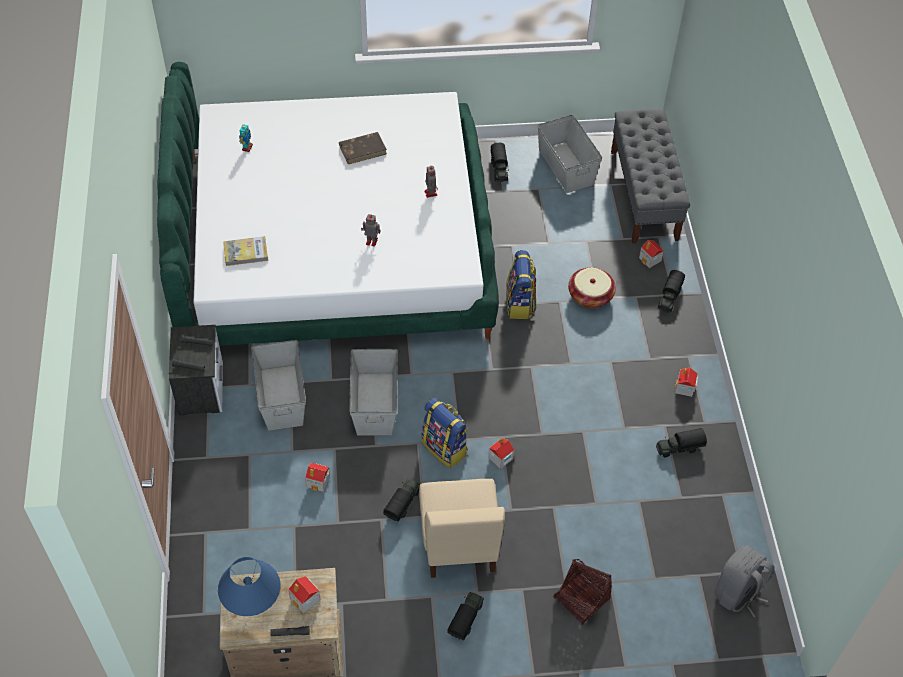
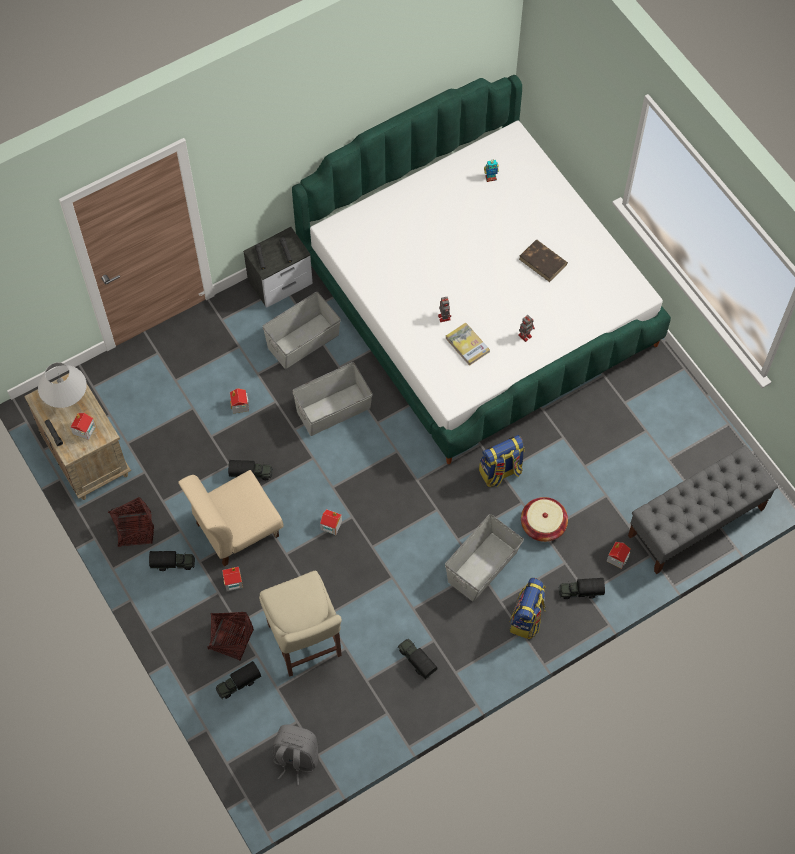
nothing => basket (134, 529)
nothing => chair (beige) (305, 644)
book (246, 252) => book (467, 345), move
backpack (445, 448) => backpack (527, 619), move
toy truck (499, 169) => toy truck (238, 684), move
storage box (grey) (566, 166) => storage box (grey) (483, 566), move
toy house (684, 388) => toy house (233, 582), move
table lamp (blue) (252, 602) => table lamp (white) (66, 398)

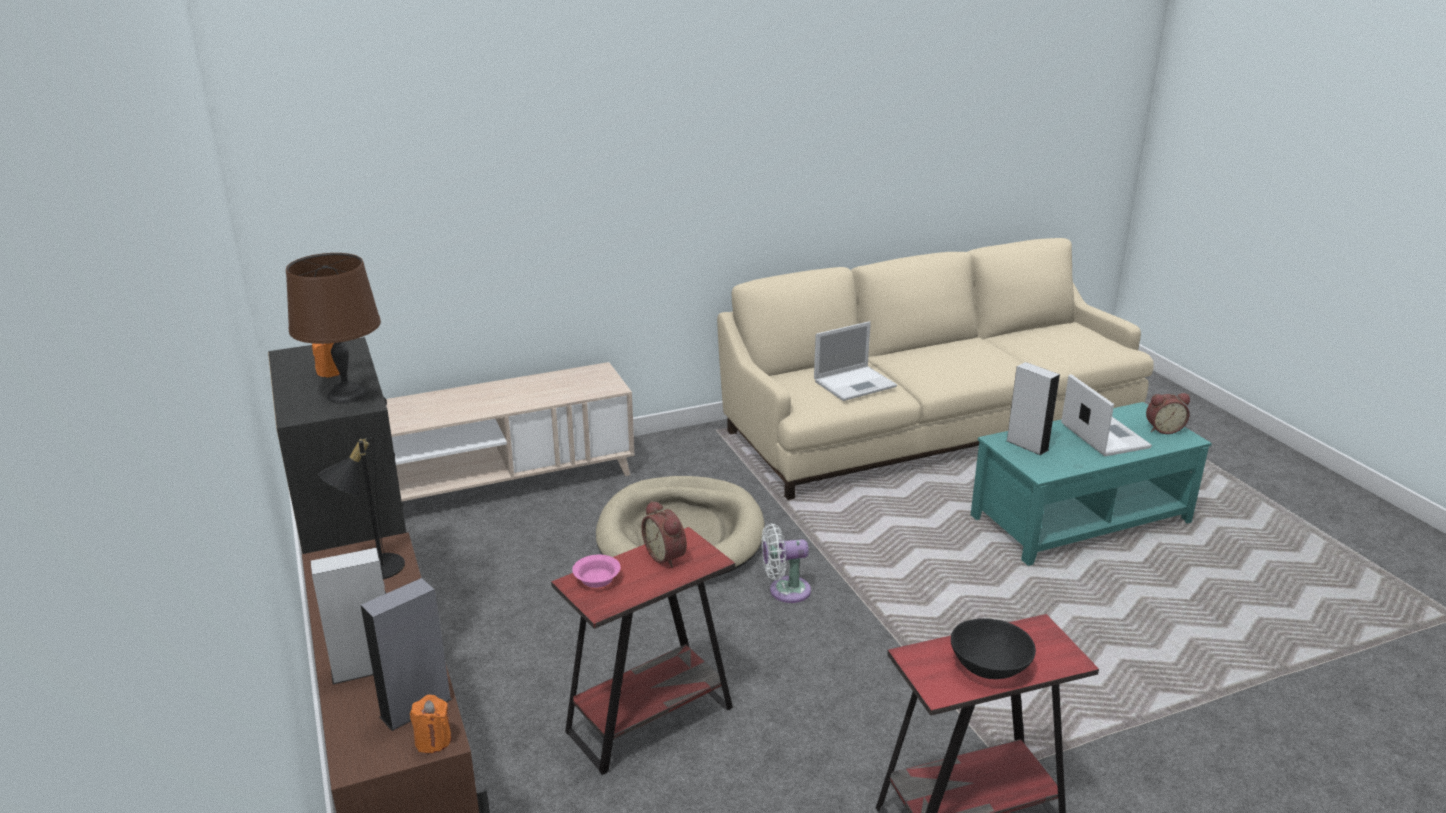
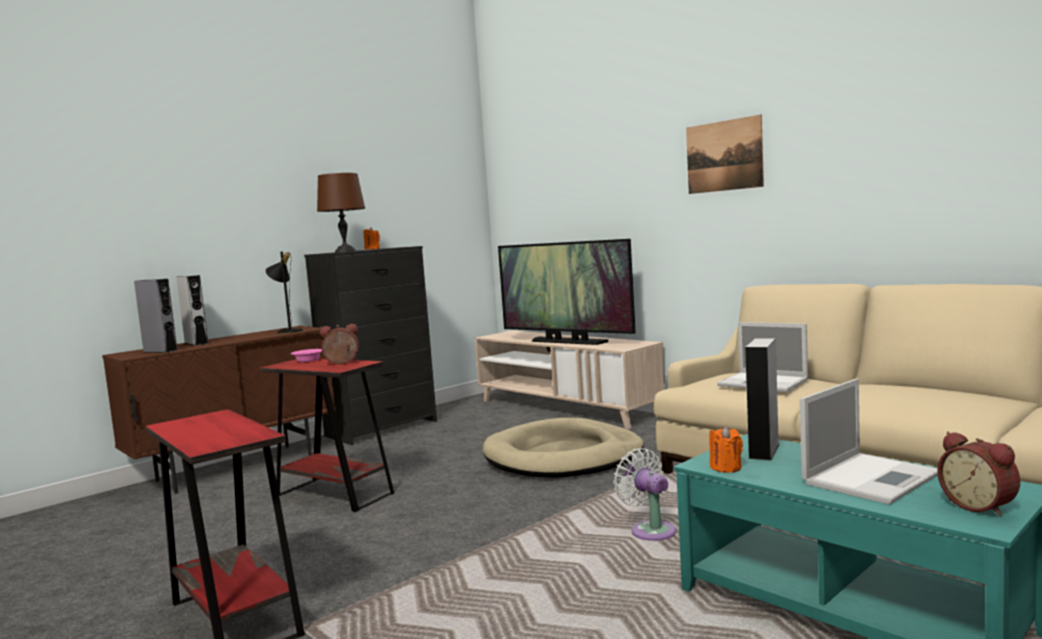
bowl (black) (989, 667) => nothing
nothing => television (567, 341)
nothing => picture (724, 156)
candle (orange) (433, 740) => candle (orange) (726, 468), move
fan (white) (785, 590) => fan (white) (650, 530), move
alarm clock (667, 555) => alarm clock (342, 363), 45 degrees clockwise

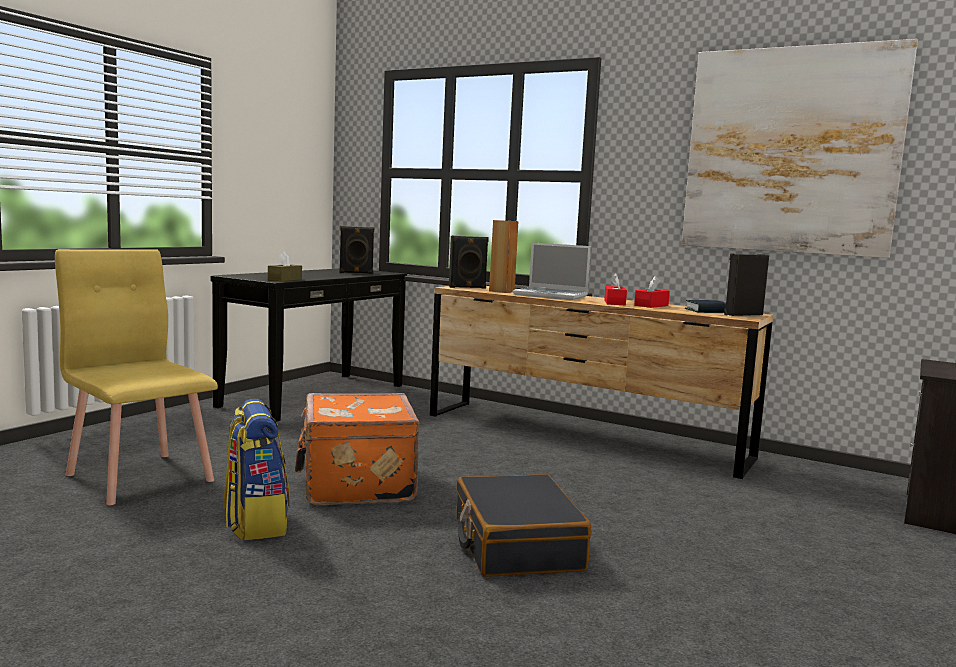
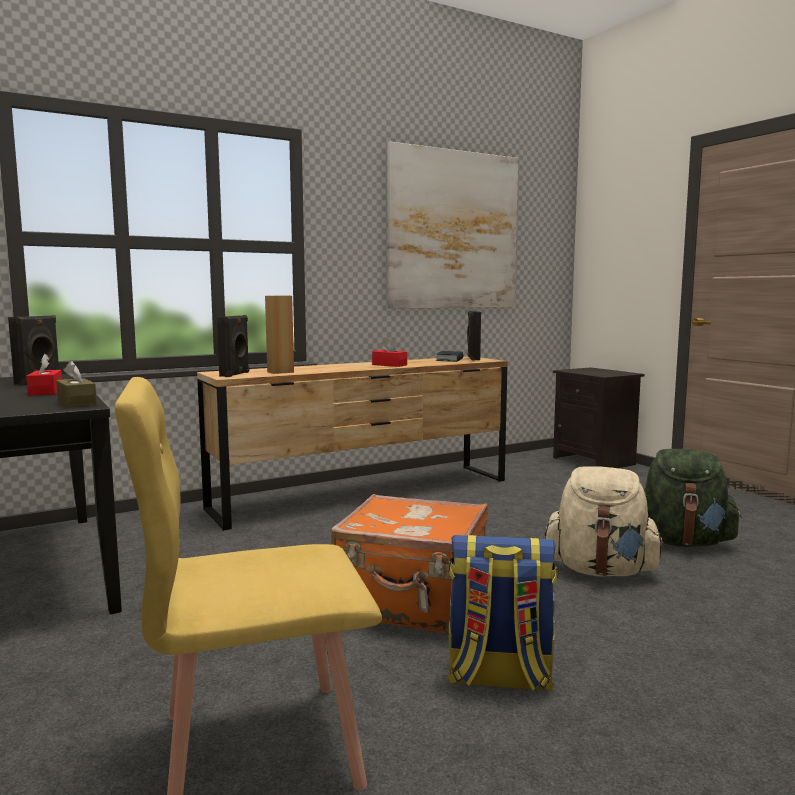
laptop (551, 295) => nothing
nothing => backpack (green) (682, 542)
tissue box (red) (651, 305) => tissue box (red) (45, 391), move
suitcase (black) (516, 544) => backpack (beige) (600, 570)

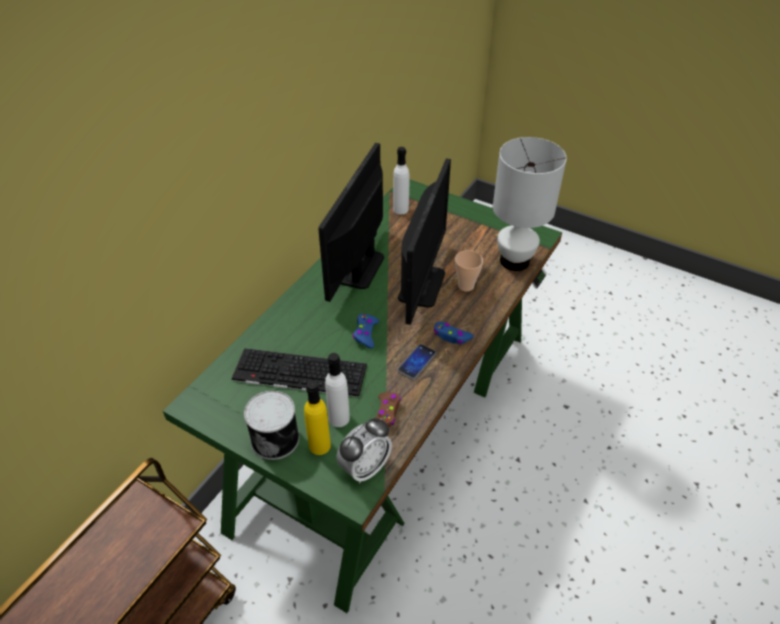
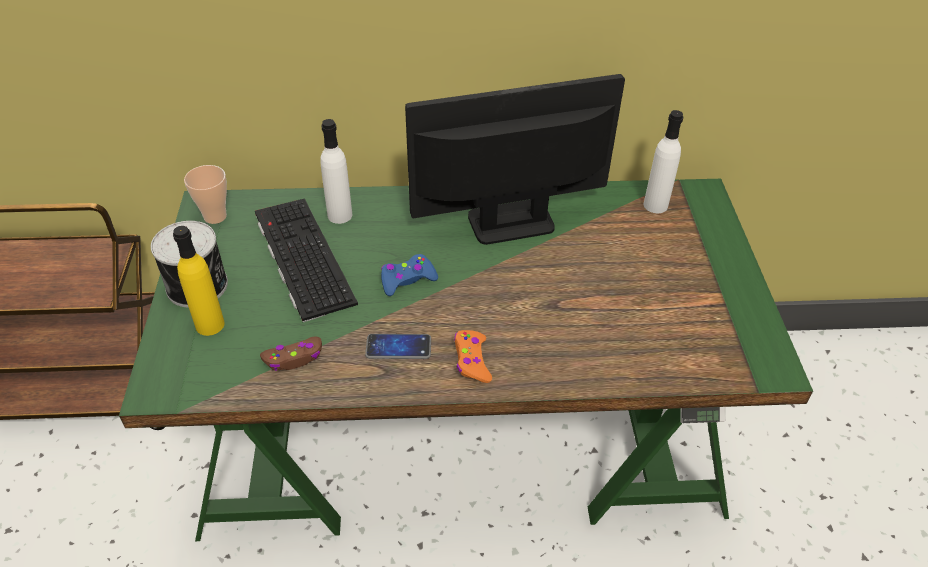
alarm clock (365, 468) => nothing
monitor (421, 285) => nothing
table lamp (white) (514, 261) => nothing
bottle (white) (339, 418) => bottle (white) (340, 215), move
cup (466, 286) => cup (215, 216), move
game controller (blue) (451, 336) => game controller (orange) (472, 361)

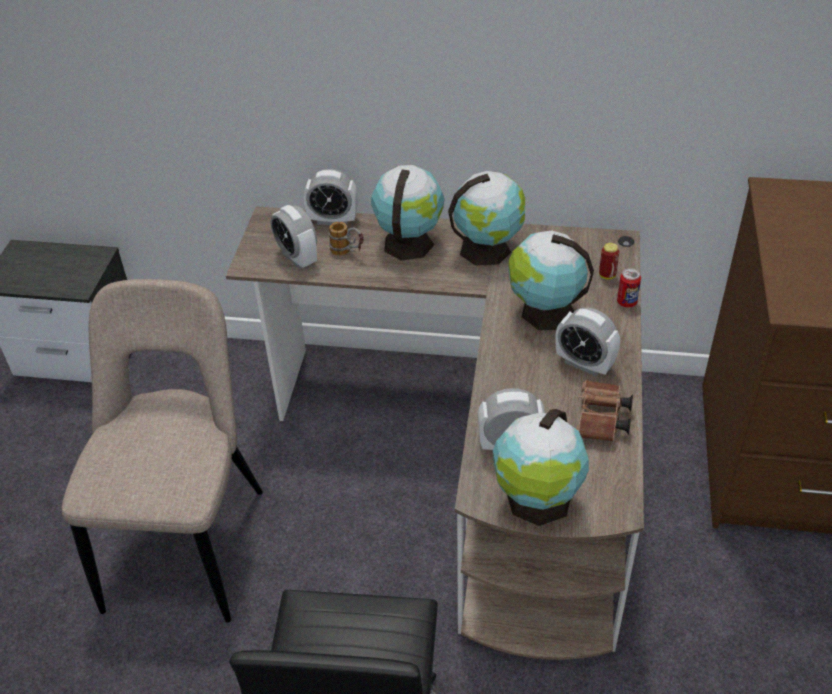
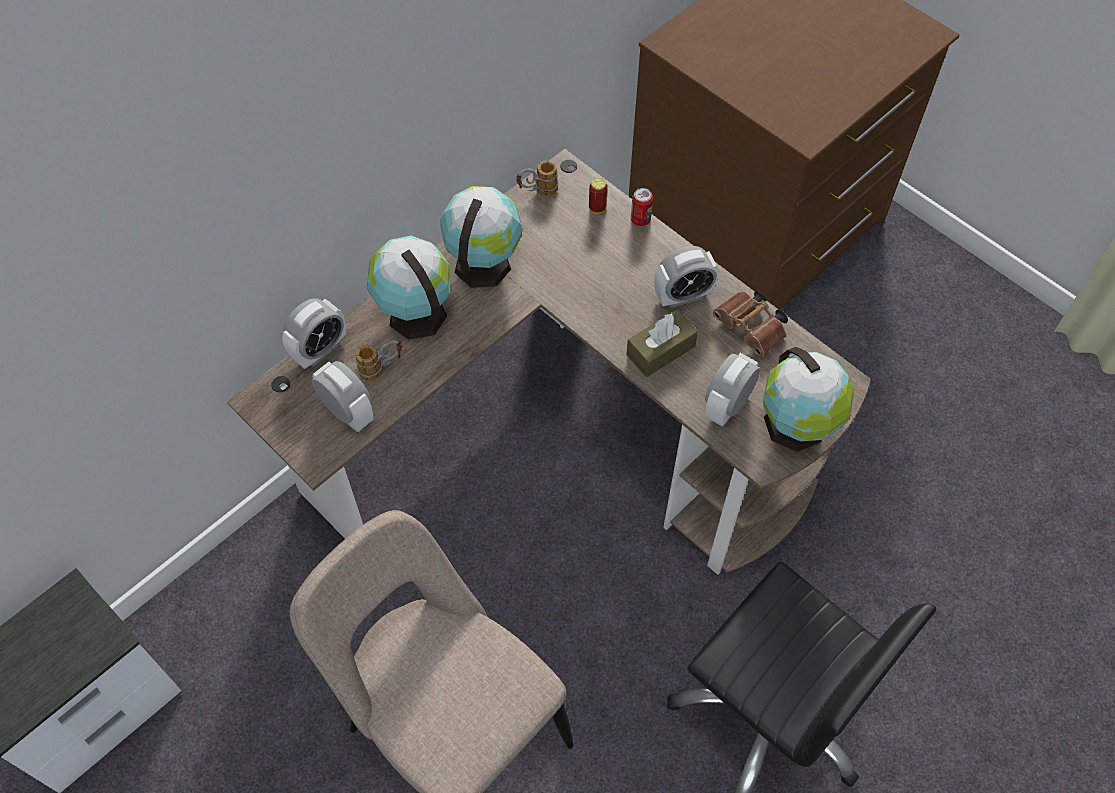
globe (545, 312) => nothing
nothing => mug (537, 191)
nothing => tissue box (brown) (660, 350)
alarm clock (297, 258) => alarm clock (347, 413), 135 degrees counterclockwise

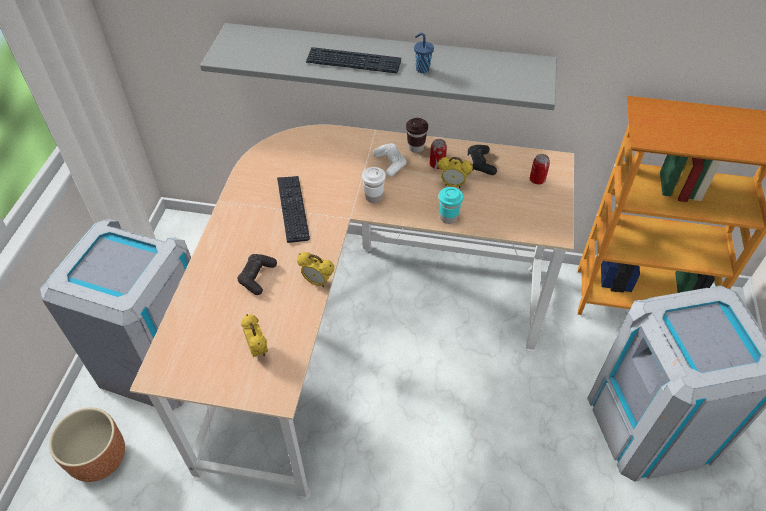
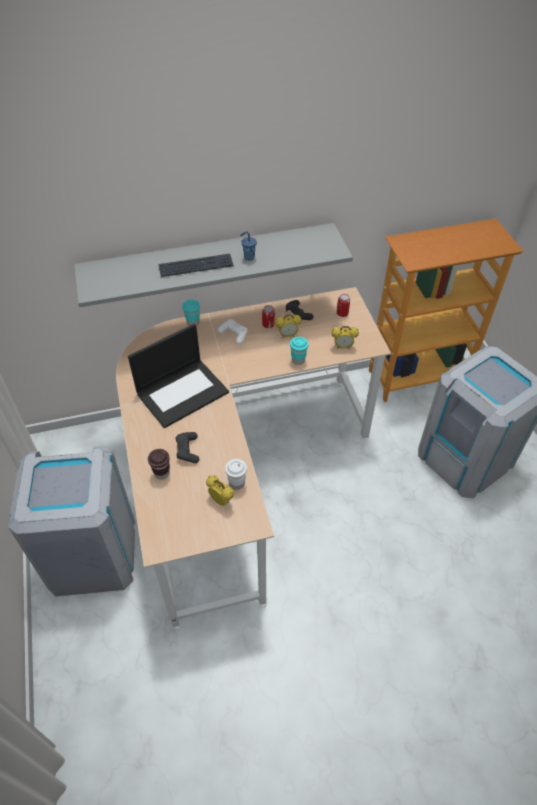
planter (brown) (99, 458) => nothing
nothing => cup (turquoise) (193, 322)
alarm clock (317, 282) => alarm clock (343, 347), move
cup (white) (373, 197) => cup (white) (237, 483), move
cup (brown) (416, 147) => cup (brown) (162, 473), move
keyboard (293, 209) => laptop (183, 392)

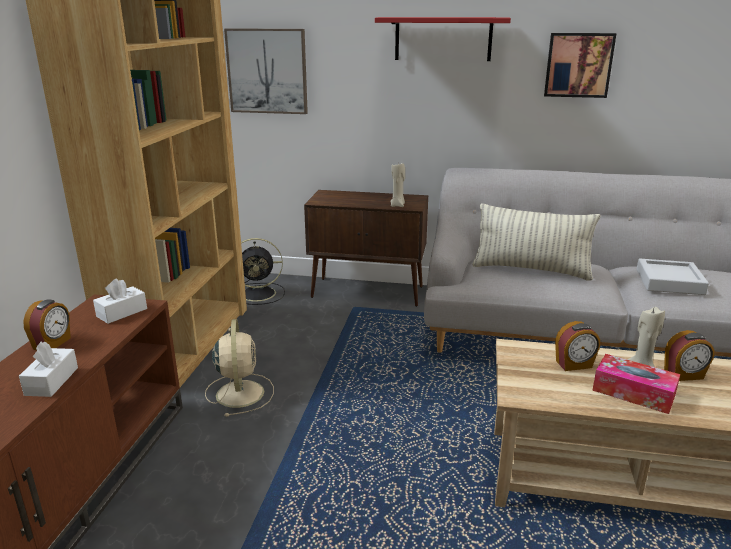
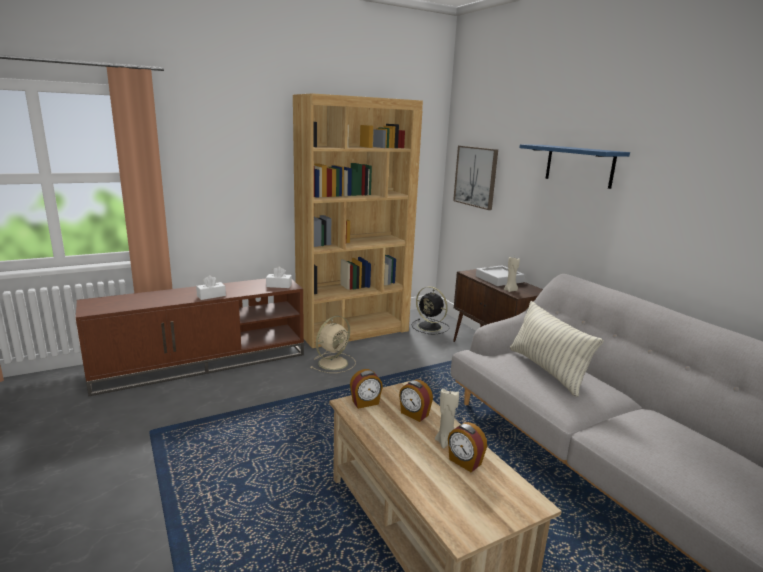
picture (578, 65) => nothing
tissue box (633, 392) => nothing
alarm clock (53, 344) => alarm clock (365, 403), move
tray (grey) (669, 282) => tray (grey) (499, 279), move
shelf (red) (443, 39) => shelf (blue) (579, 165)

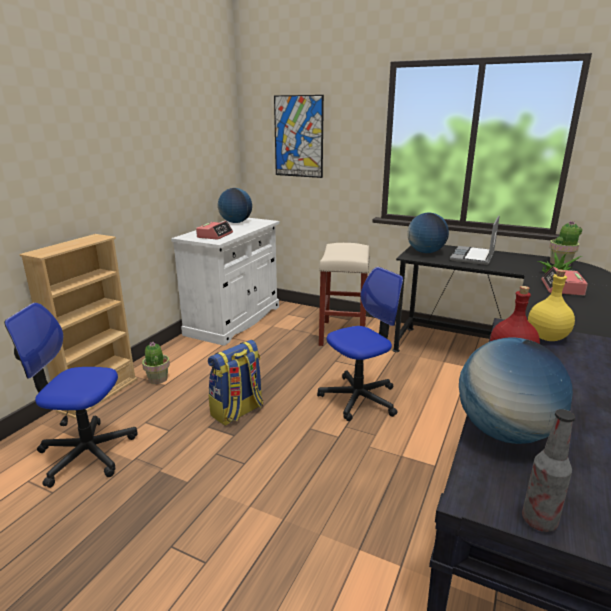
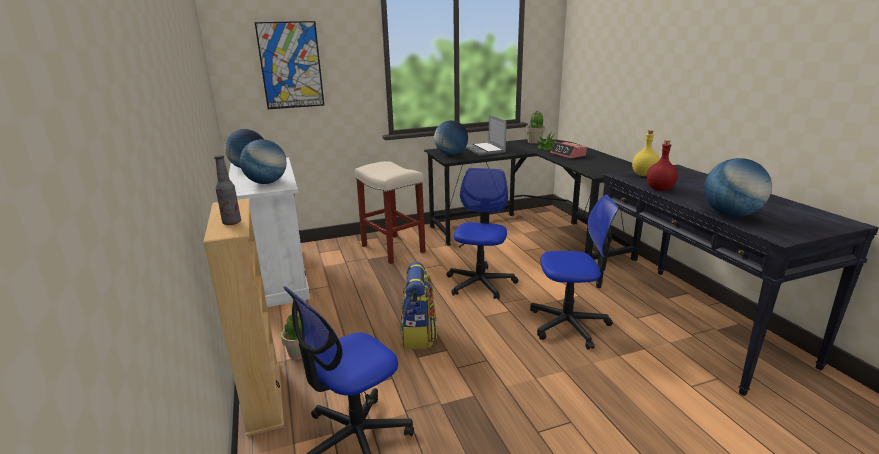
nothing => office chair (569, 324)
bottle (539, 521) => bottle (232, 223), move
alarm clock (215, 235) => globe (266, 183)

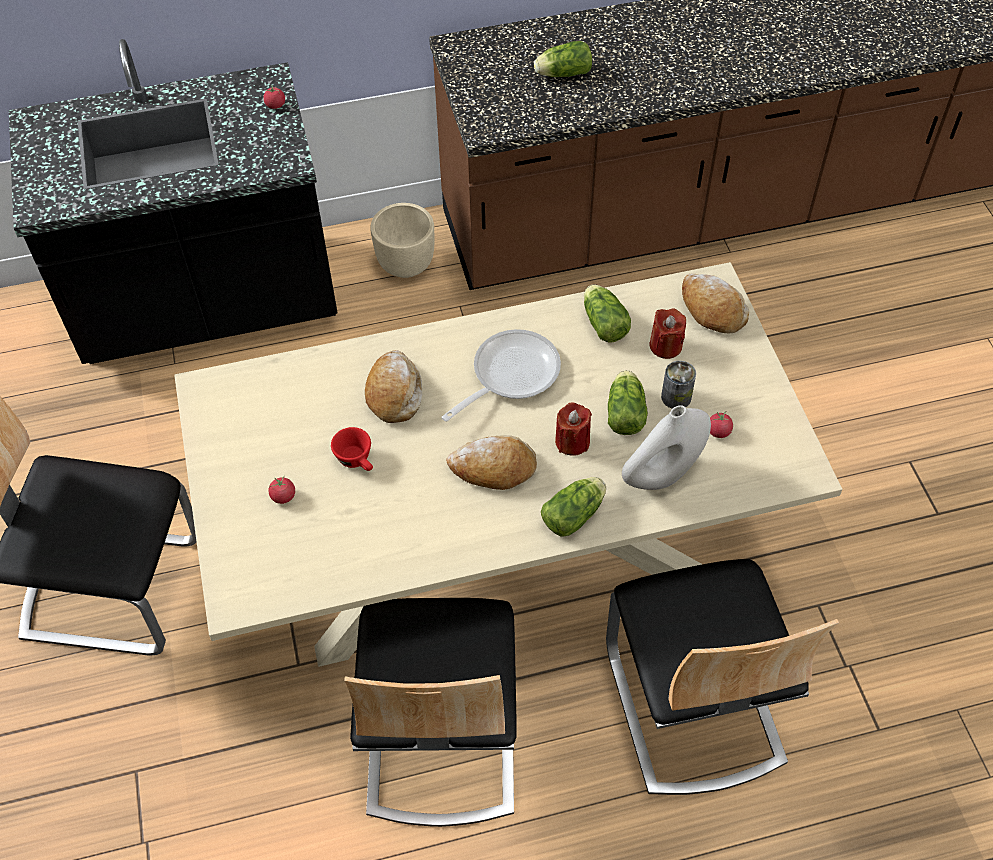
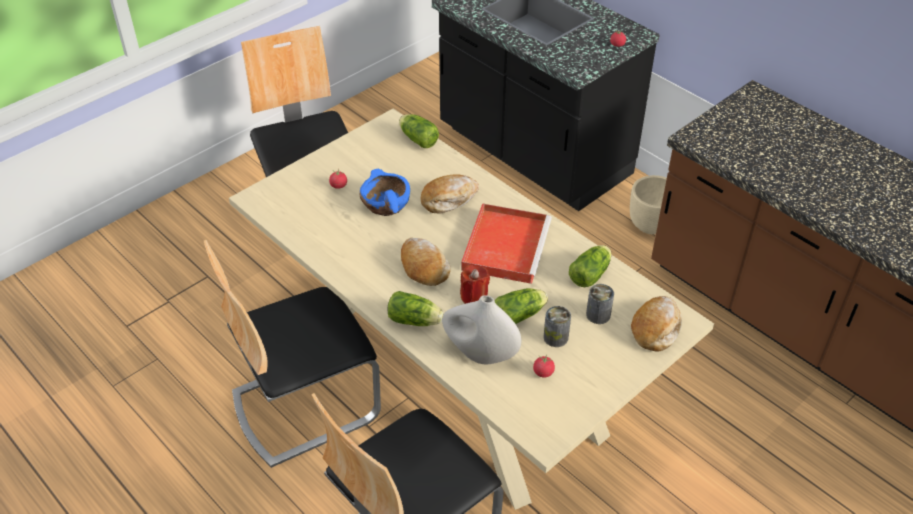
lettuce (561, 74) => lettuce (417, 138), move
cup (red) (357, 461) => bowl (blue) (385, 205)
frying pan (509, 375) => tray (red) (505, 245)
candle (red) (665, 346) => can (598, 315)

